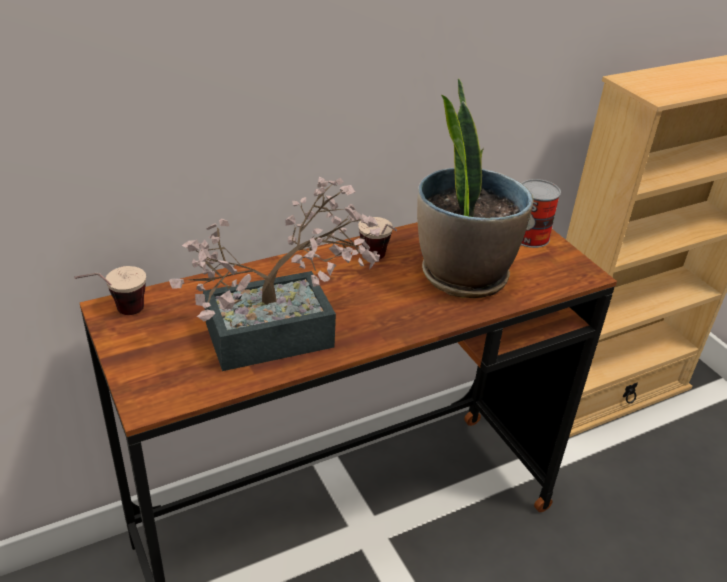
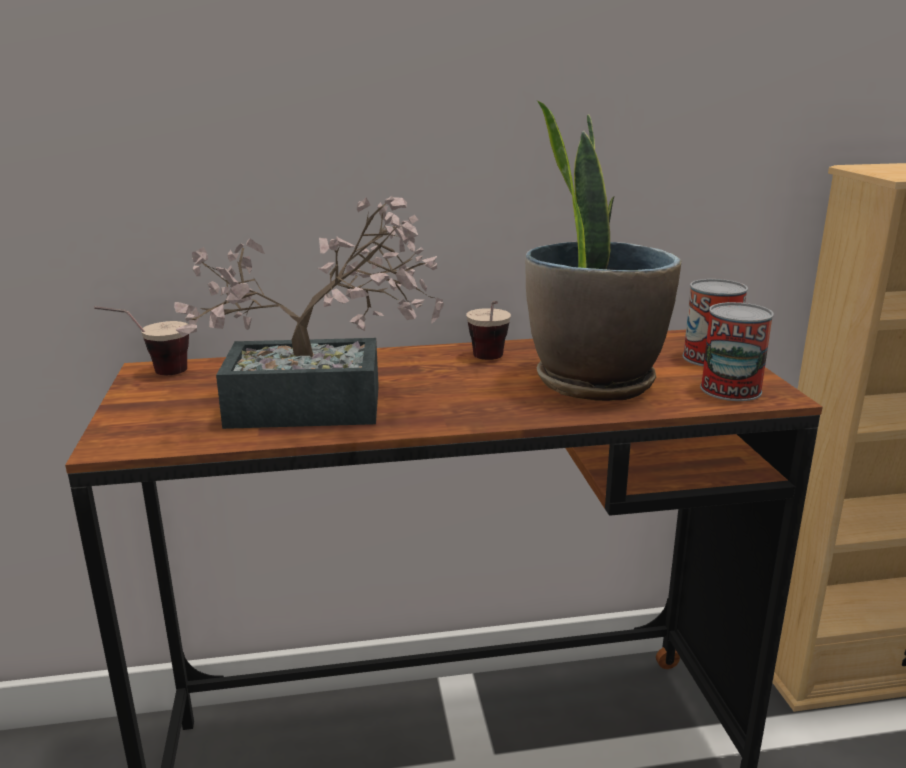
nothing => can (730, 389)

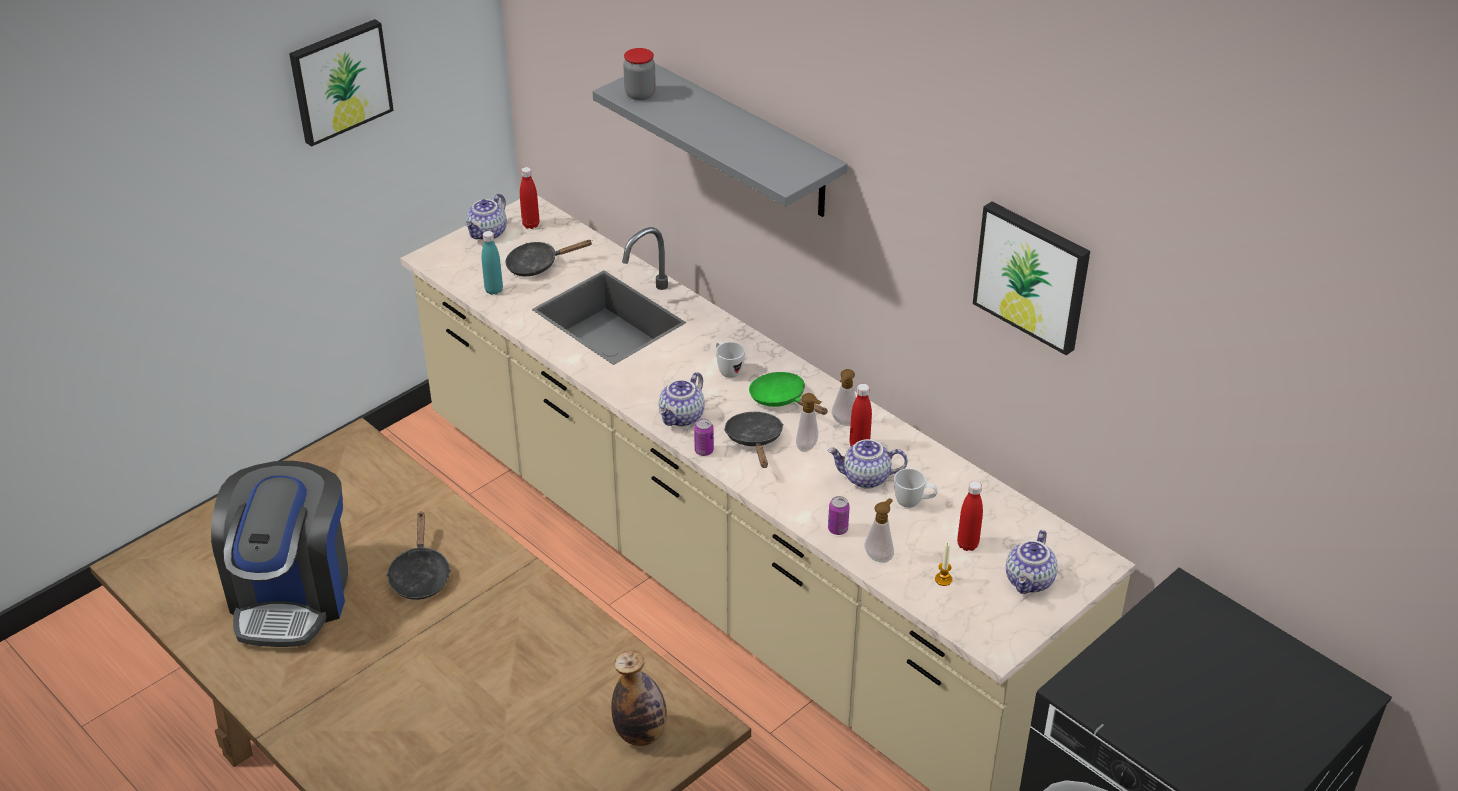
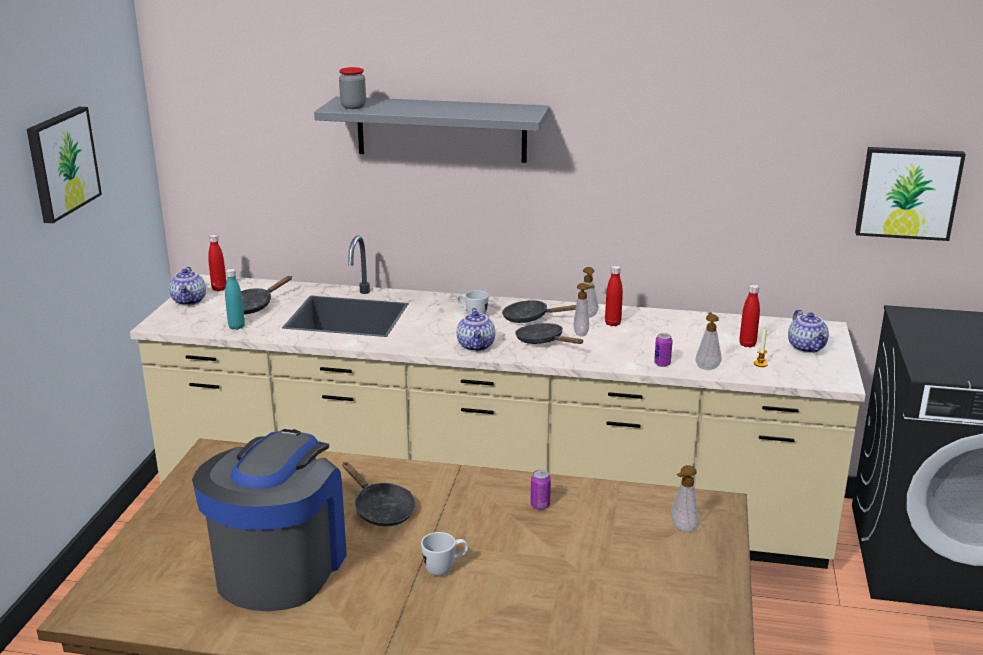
teapot (865, 478) => nothing
can (704, 451) => can (540, 505), move
mug (white) (914, 503) => mug (white) (445, 569), move
picture (1033, 275) => picture (908, 192), move
bottle (641, 734) => soap dispenser (681, 528)
frying pan (green) (782, 399) => frying pan (black) (530, 318)
coffee machine (292, 594) => coffee machine (281, 565), 135 degrees counterclockwise

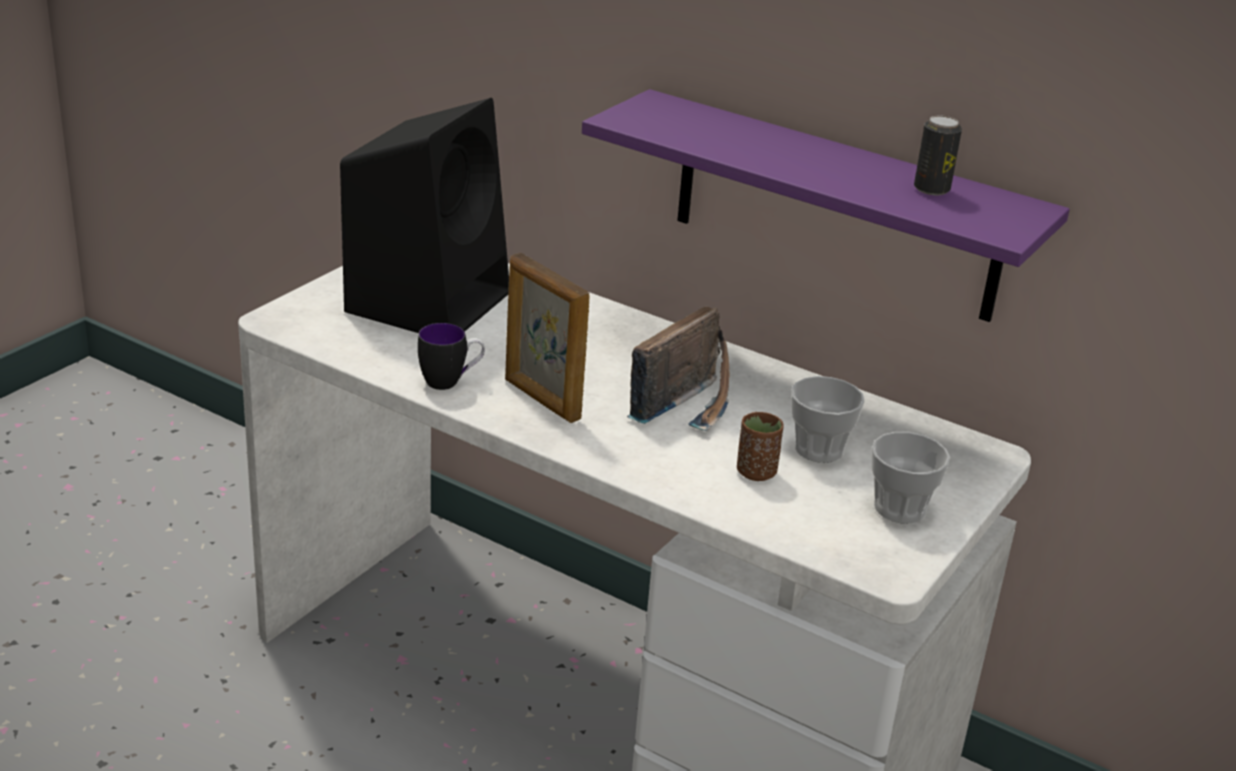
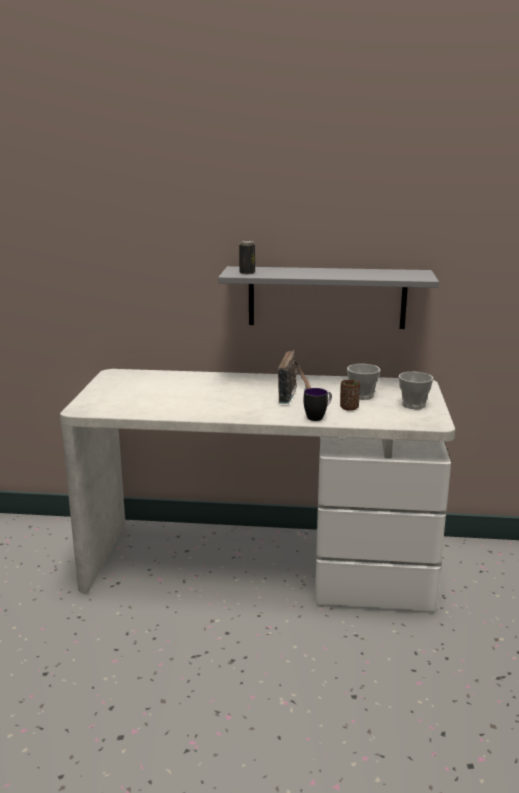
speaker (black) (429, 300) => nothing
picture frame (541, 400) => nothing
mug (451, 382) => mug (318, 417), move
can (931, 189) => can (247, 273), move
shelf (purple) (836, 207) => shelf (grey) (326, 297)

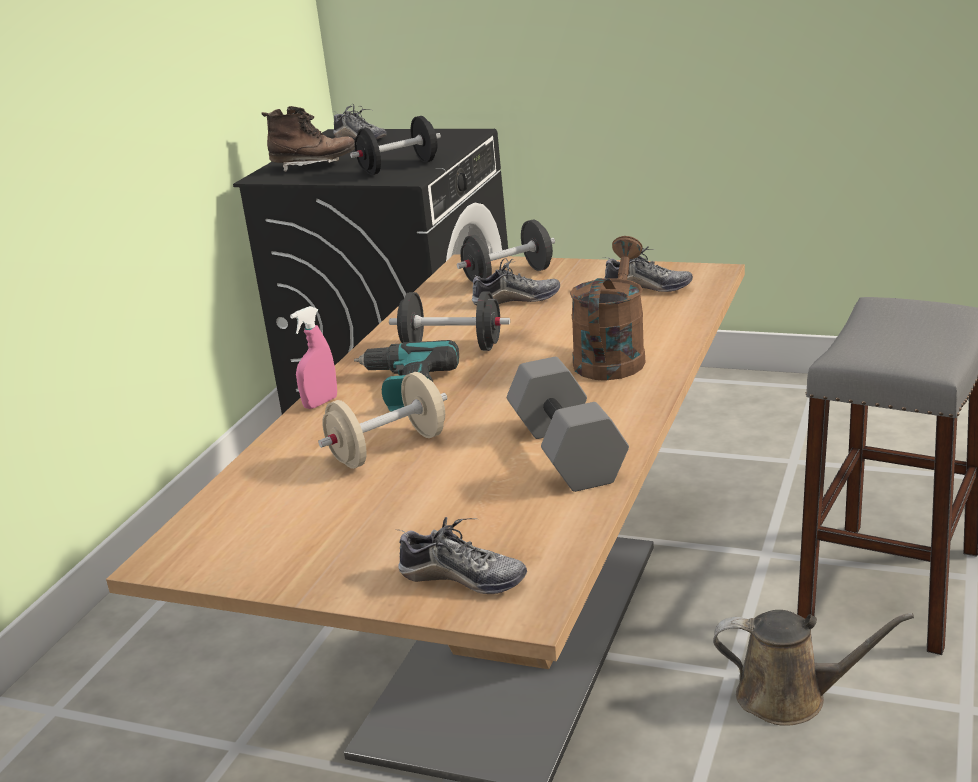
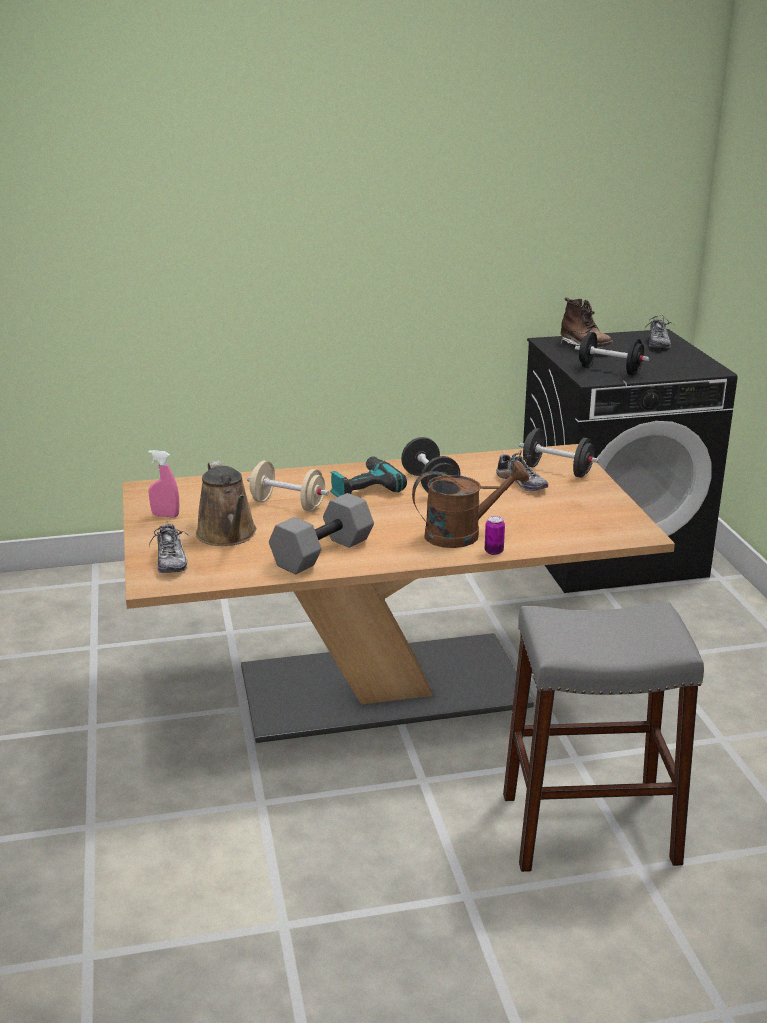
shoe (648, 287) => nothing
nothing => can (494, 551)
spray bottle (pink) (320, 403) => spray bottle (pink) (165, 515), move
watering can (brown) (790, 697) => watering can (brown) (228, 535), move

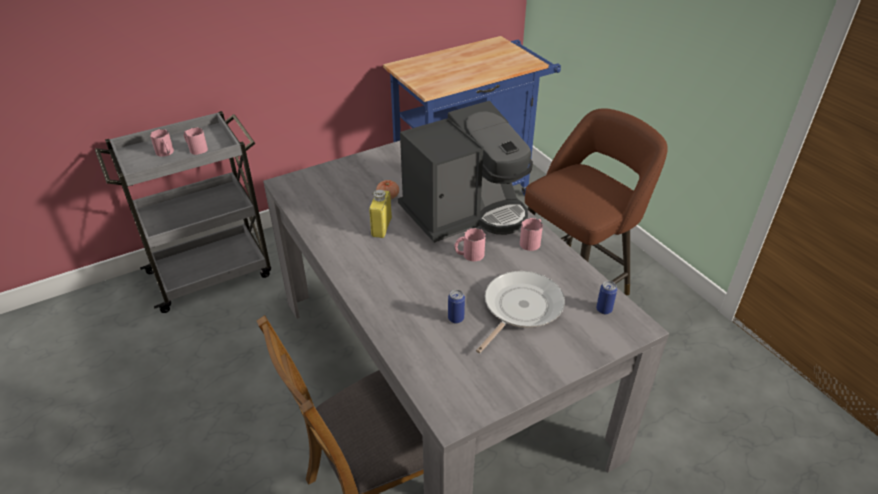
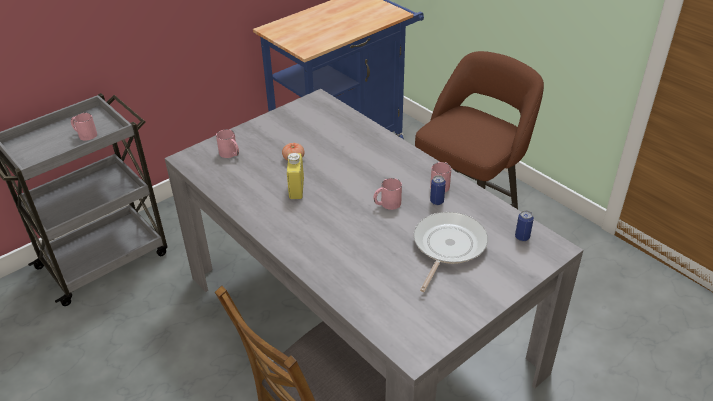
coffee machine (465, 212) => nothing
mug (pink) (166, 153) => mug (pink) (230, 154), move
can (456, 318) => can (436, 201), move

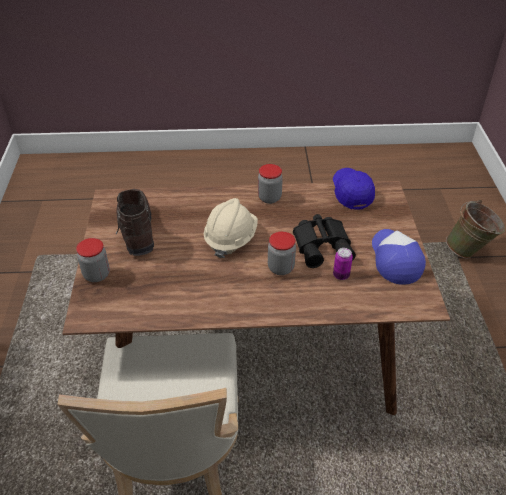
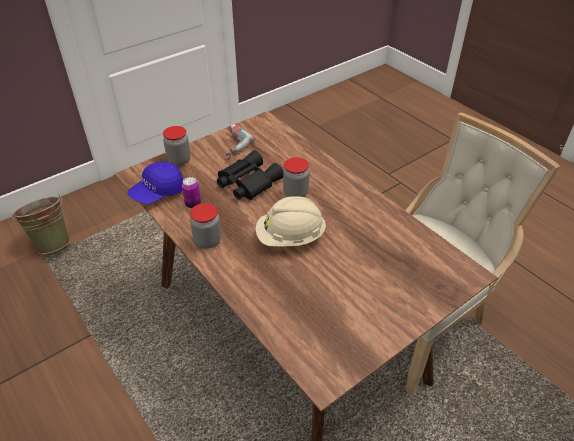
boot (brown) (136, 230) => nothing
jar (96, 275) => jar (179, 160), move
can (341, 275) => can (193, 204), move
cap (395, 259) => power drill (230, 144)

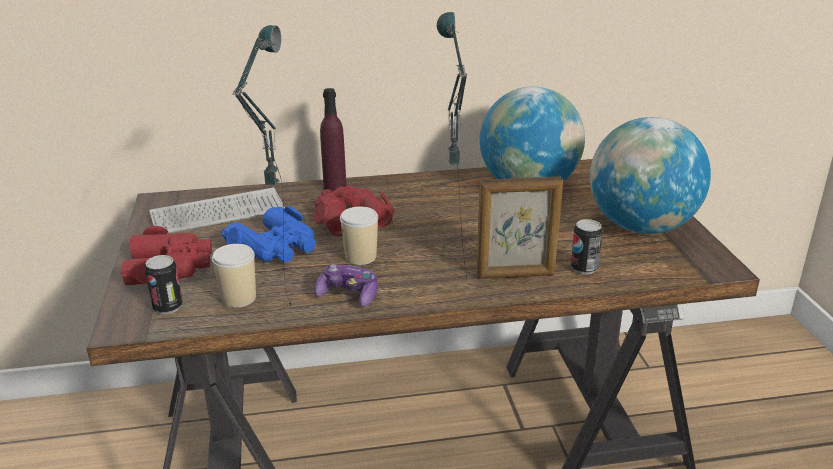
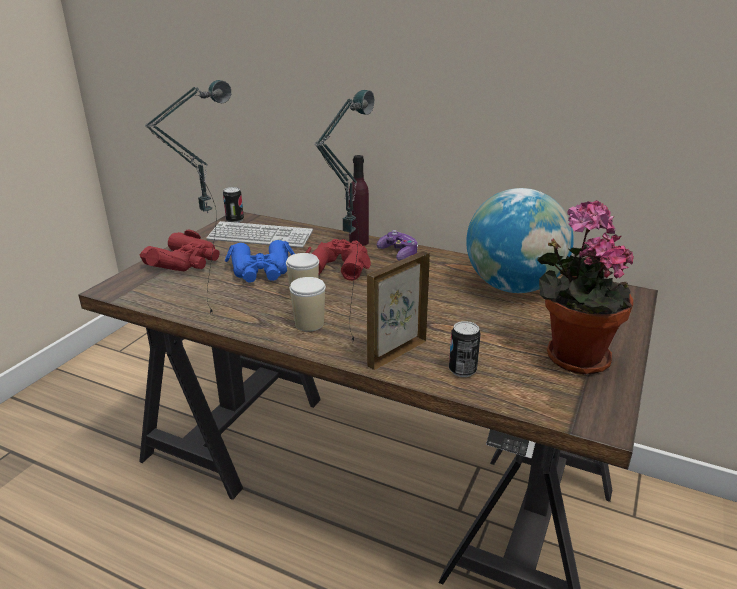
can (168, 307) => can (235, 220), move
cup (239, 298) => cup (309, 324), move
game controller (348, 295) => game controller (398, 253), move
globe (641, 227) => potted plant (571, 356)
picture frame (515, 275) => picture frame (396, 353), 105 degrees clockwise

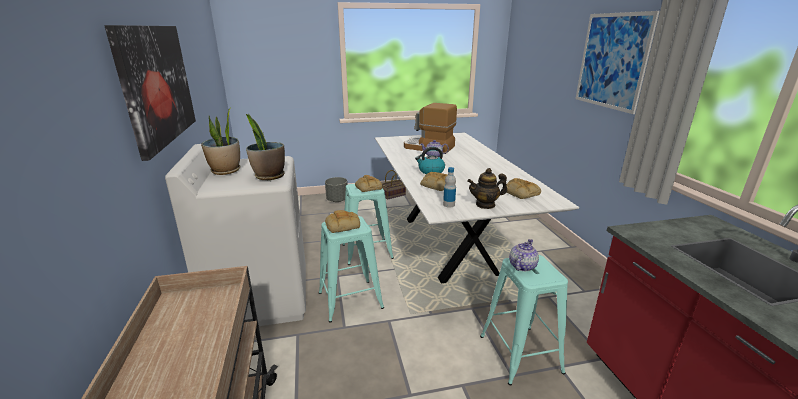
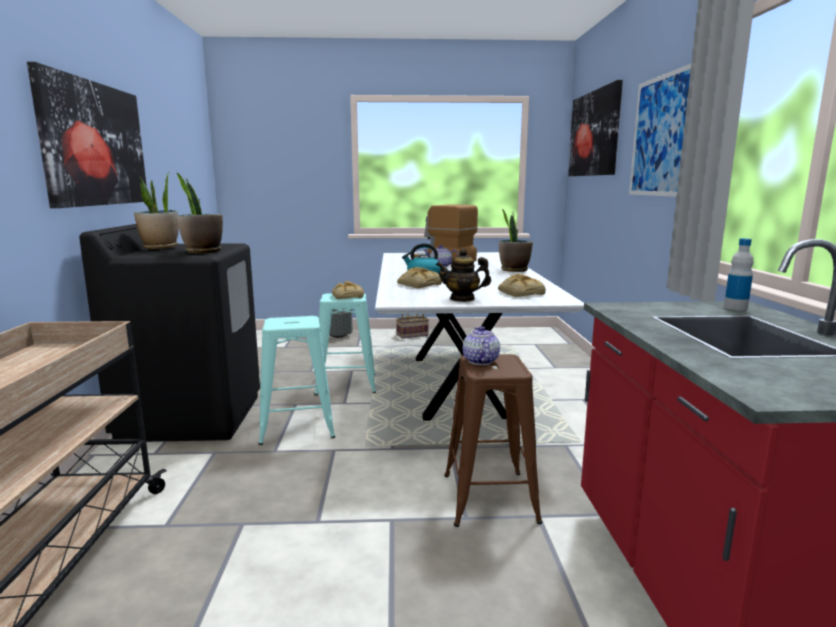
bread (343, 225) => nothing
nothing => potted plant (514, 270)
nothing => picture (594, 134)
bottle (449, 205) => bottle (735, 307), move
washing machine (white) (260, 297) => washing machine (black) (192, 416)
stool (turquoise) (520, 354) => stool (brown) (489, 497)
teapot (522, 266) => teapot (480, 361), 45 degrees counterclockwise

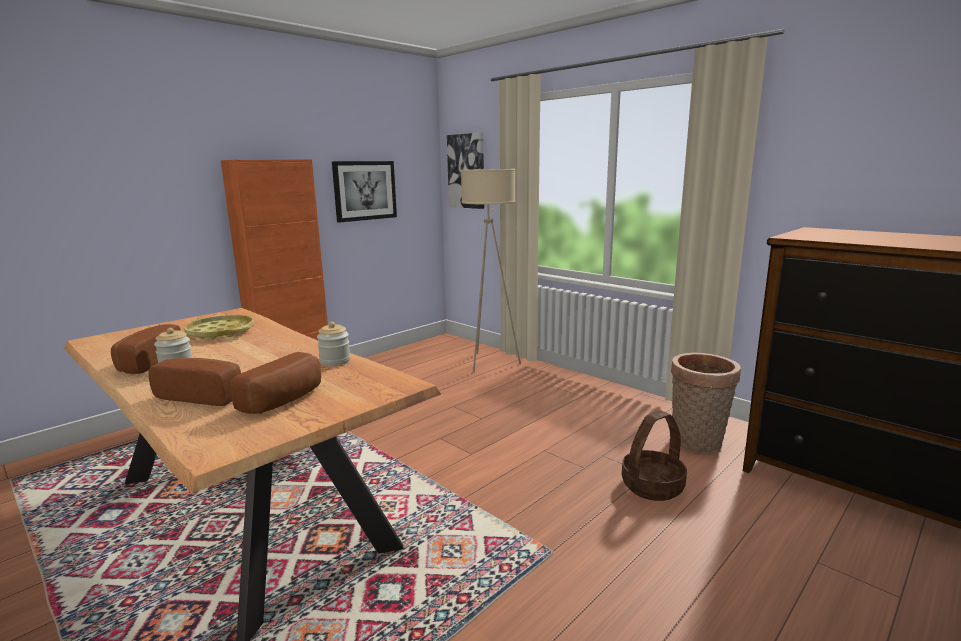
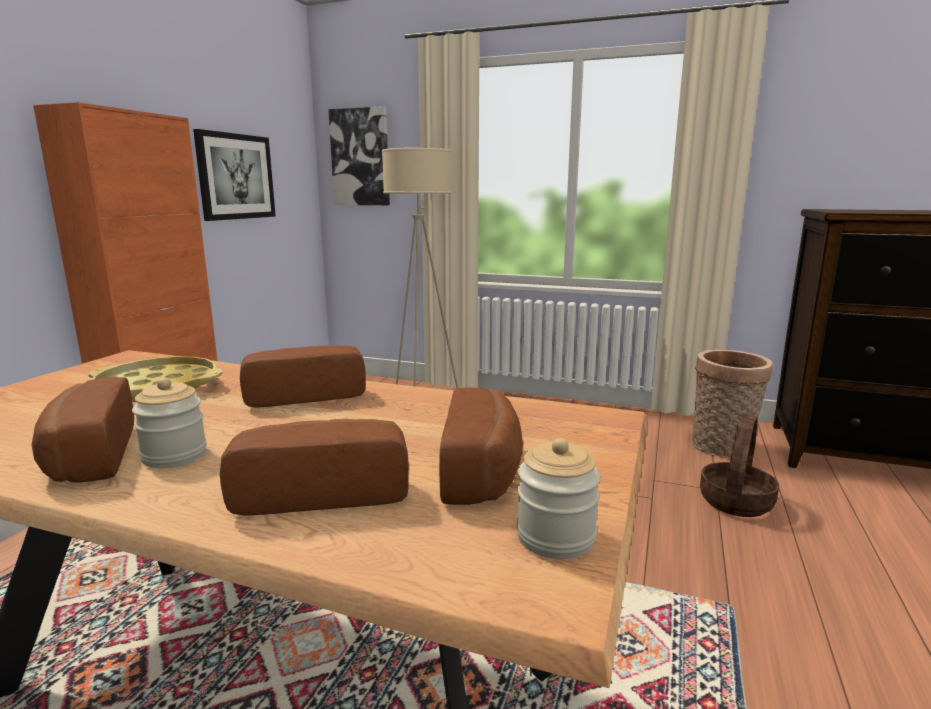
nothing => bread (305, 395)
jar (335, 361) => jar (555, 537), move

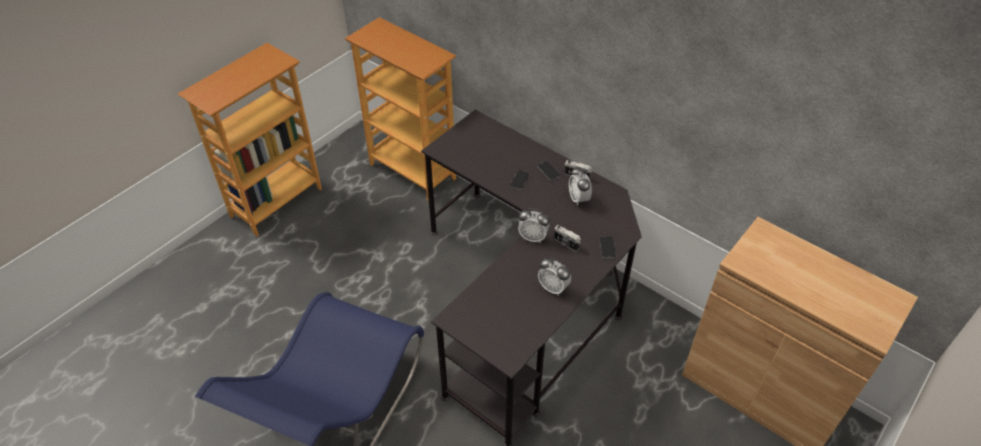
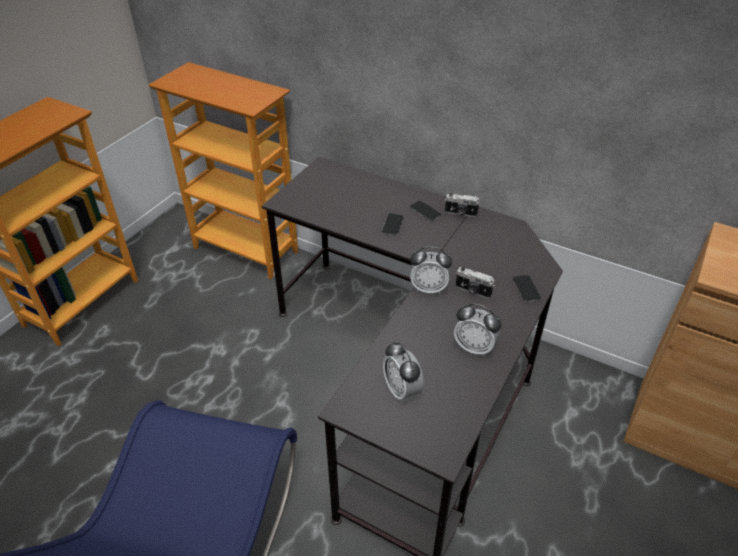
alarm clock (578, 199) => alarm clock (401, 390), move

